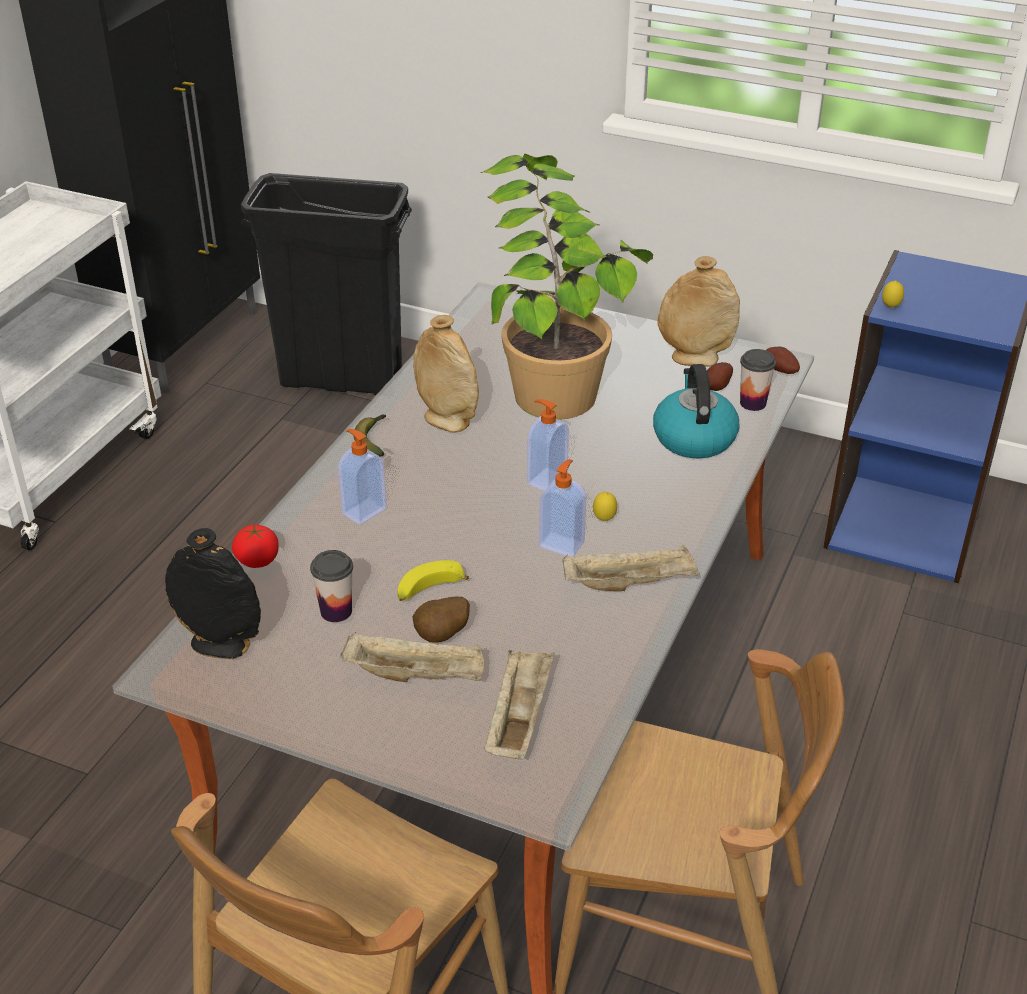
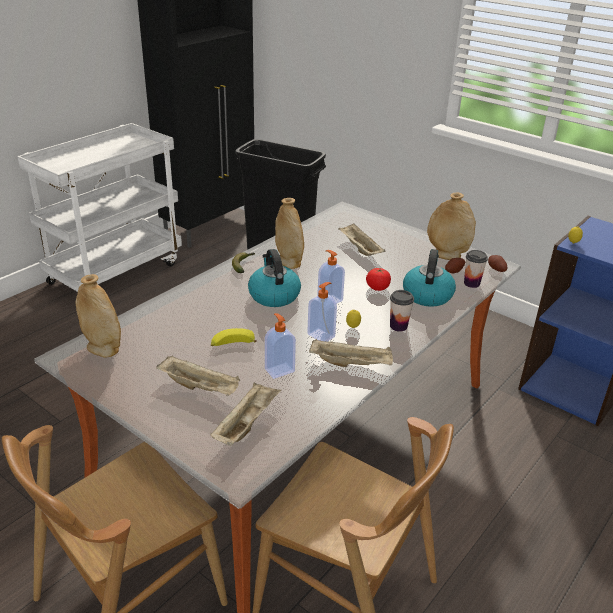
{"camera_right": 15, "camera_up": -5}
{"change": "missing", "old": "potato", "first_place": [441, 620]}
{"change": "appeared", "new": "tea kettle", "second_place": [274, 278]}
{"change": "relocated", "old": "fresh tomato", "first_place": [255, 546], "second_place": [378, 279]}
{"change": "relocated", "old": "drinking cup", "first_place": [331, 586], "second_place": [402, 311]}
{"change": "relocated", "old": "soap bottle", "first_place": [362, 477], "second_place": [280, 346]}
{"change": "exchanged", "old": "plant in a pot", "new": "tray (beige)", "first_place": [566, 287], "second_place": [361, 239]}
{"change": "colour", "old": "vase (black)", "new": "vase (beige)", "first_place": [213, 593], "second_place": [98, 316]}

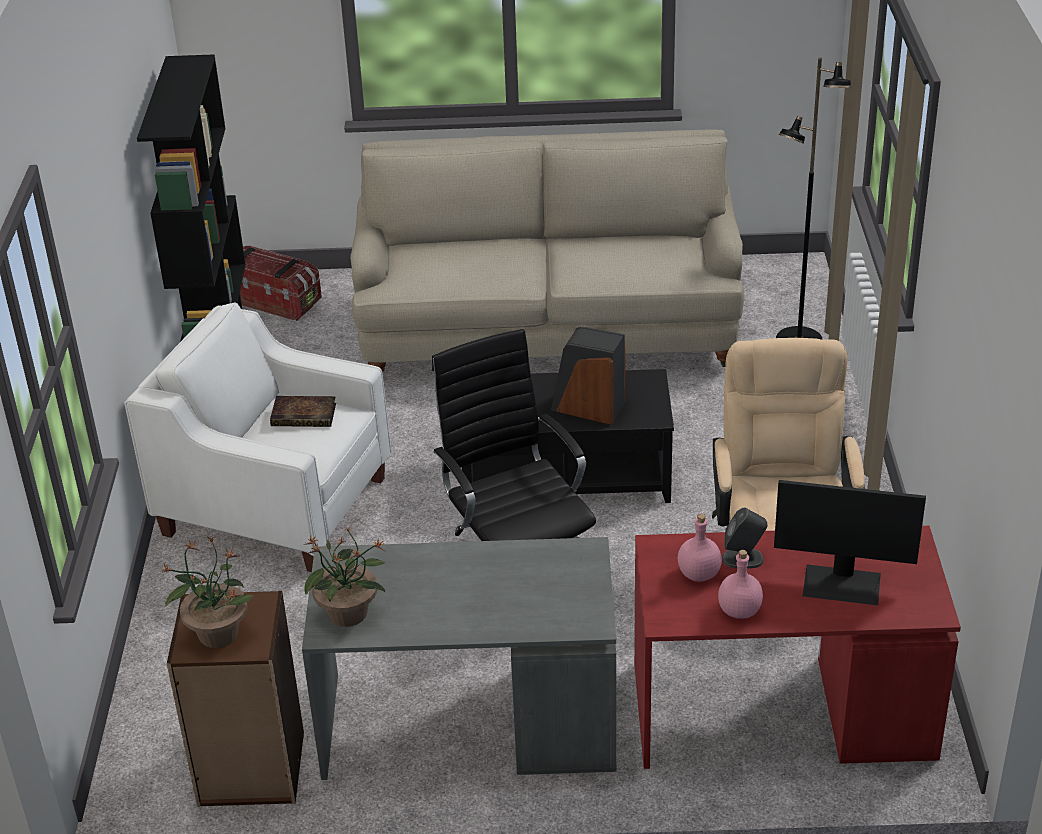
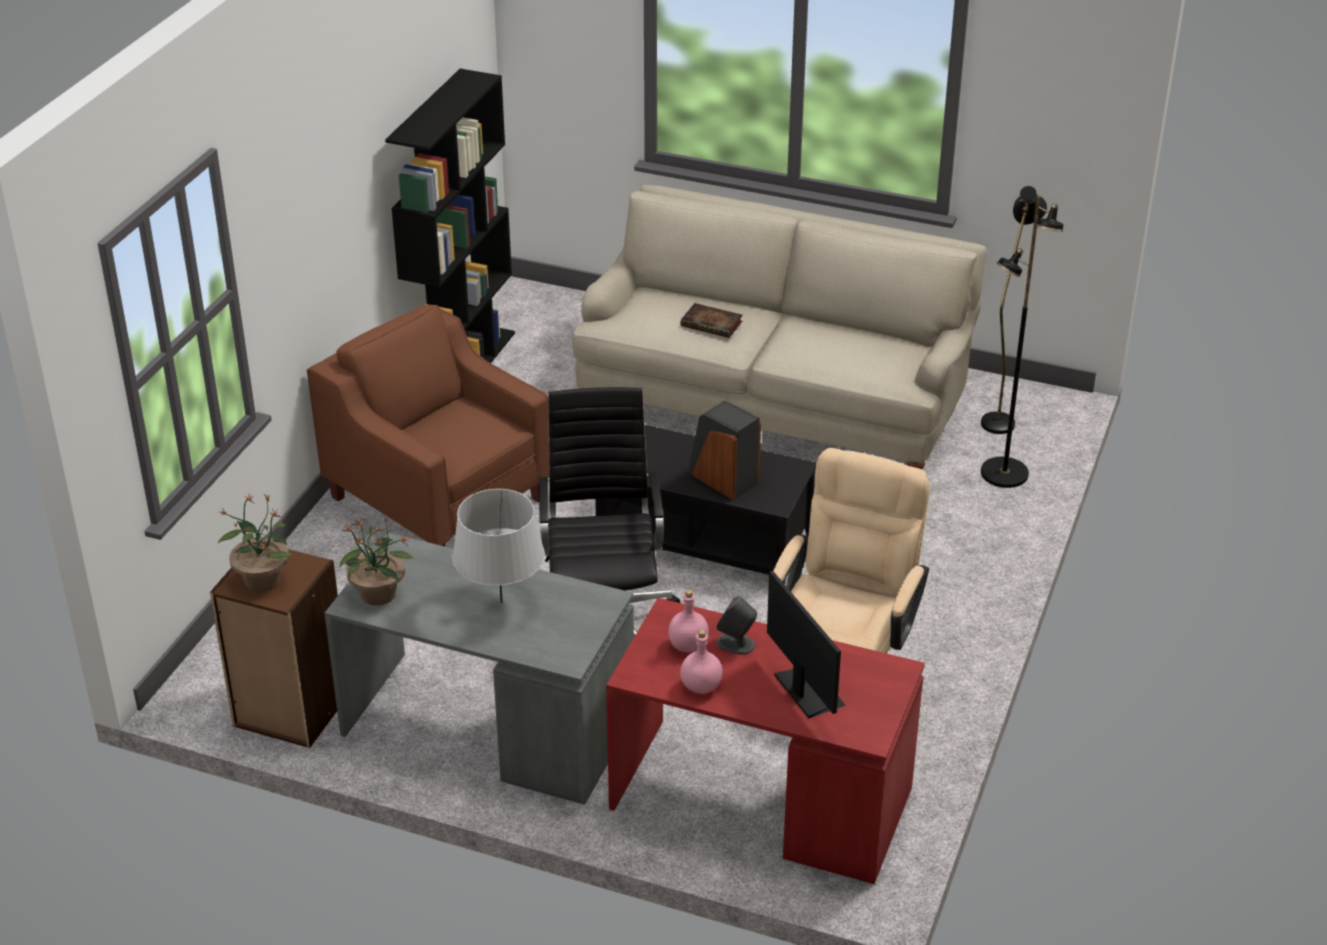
{"camera_right": 20, "camera_up": 0}
{"change": "missing", "old": "storage bin", "first_place": [281, 283]}
{"change": "appeared", "new": "lamp for a table (greyish)", "second_place": [498, 546]}
{"change": "appeared", "new": "standard lamp (black)", "second_place": [1014, 310]}
{"change": "relocated", "old": "volume", "first_place": [303, 411], "second_place": [712, 320]}
{"change": "colour", "old": "armchair (white-coloured)", "new": "armchair (brownish)", "first_place": [257, 437], "second_place": [428, 425]}
{"change": "spun", "old": "computer display", "first_place": [850, 542], "second_place": [806, 644], "degrees": -150}

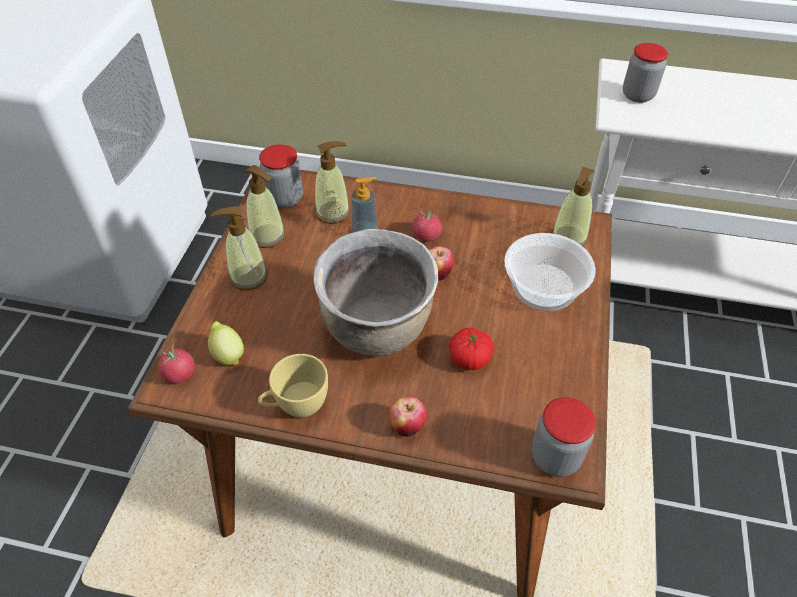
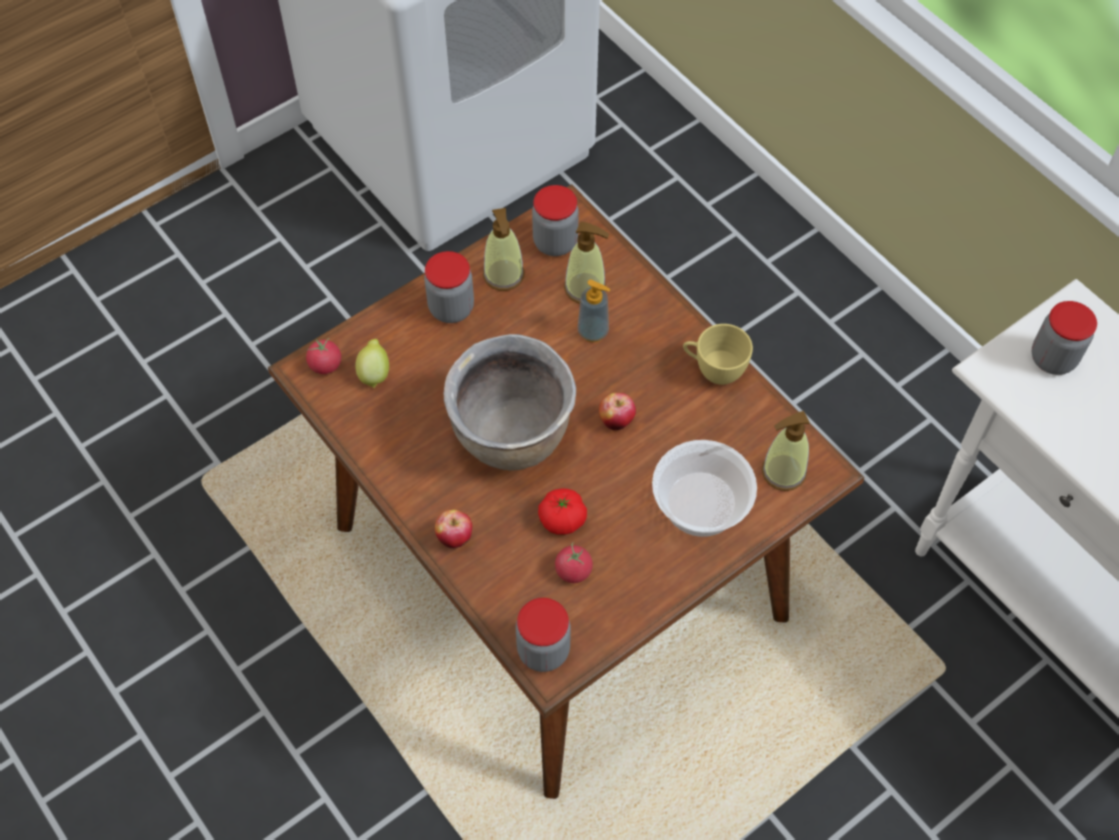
{"camera_right": 40, "camera_up": 10}
{"change": "relocated", "old": "drinking cup (yellowish)", "first_place": [293, 385], "second_place": [718, 354]}
{"change": "relocated", "old": "fresh tomato", "first_place": [427, 225], "second_place": [574, 562]}
{"change": "exchanged", "old": "soap bottle", "new": "jar", "first_place": [239, 248], "second_place": [449, 287]}

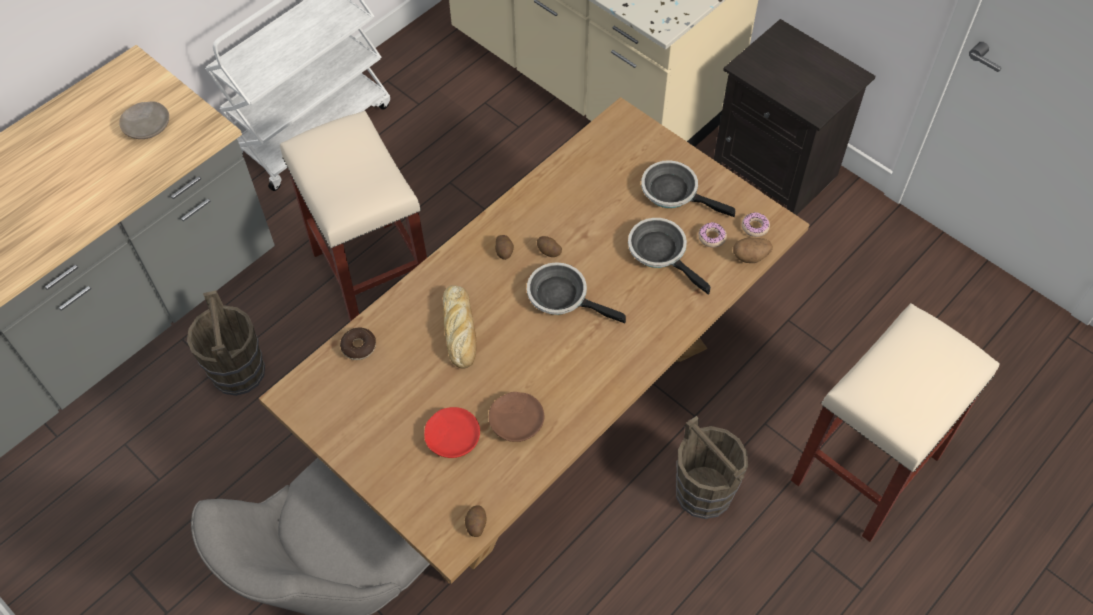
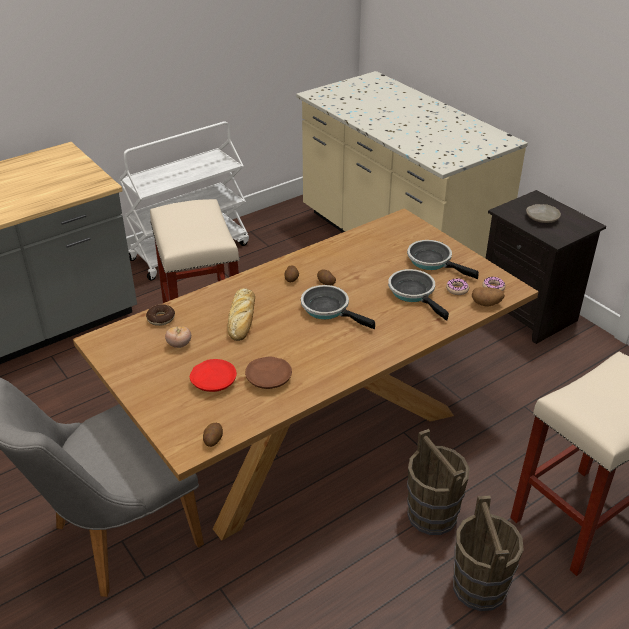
{"camera_right": 10, "camera_up": -20}
{"change": "appeared", "new": "fresh tomato", "second_place": [178, 337]}
{"change": "relocated", "old": "plate (beige)", "first_place": [144, 120], "second_place": [543, 213]}
{"change": "relocated", "old": "pail (brownish)", "first_place": [226, 343], "second_place": [488, 553]}

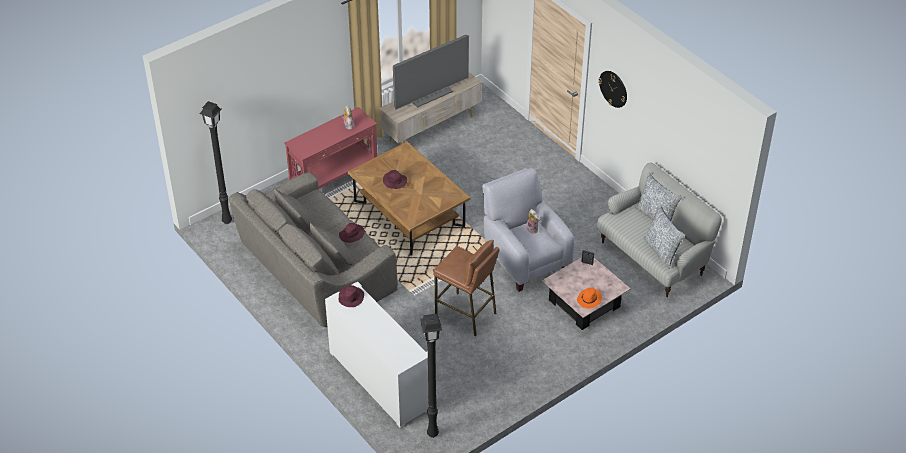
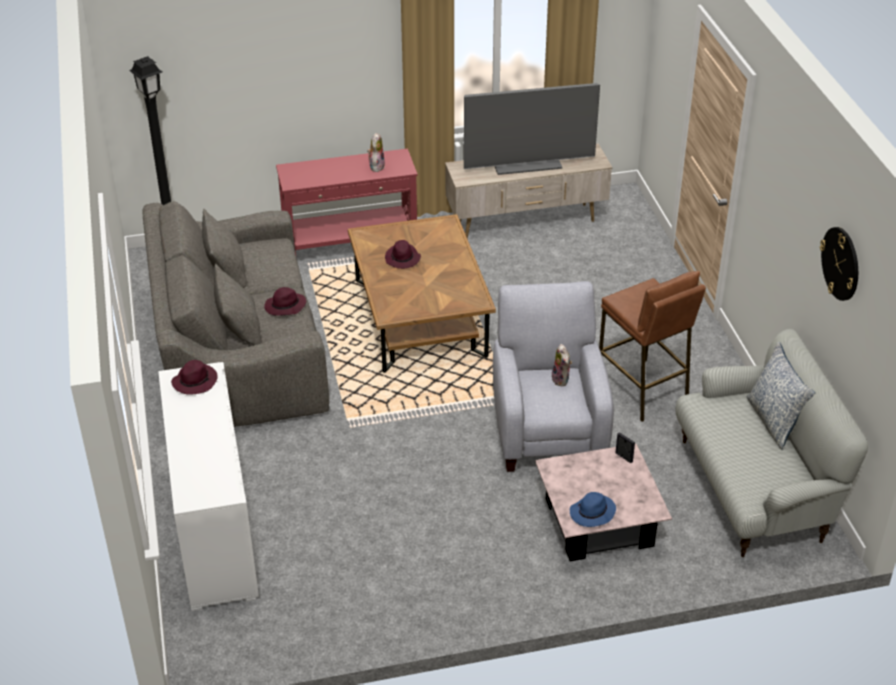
{"camera_right": 25, "camera_up": -5}
{"change": "missing", "old": "standard lamp (black)", "first_place": [431, 376]}
{"change": "missing", "old": "throw pillow", "first_place": [664, 236]}
{"change": "relocated", "old": "sitting stool (brownish)", "first_place": [466, 288], "second_place": [652, 346]}
{"change": "relocated", "old": "hanging clock", "first_place": [612, 89], "second_place": [839, 264]}
{"change": "colour", "old": "hat (orange)", "new": "hat (blue)", "first_place": [589, 298], "second_place": [593, 509]}

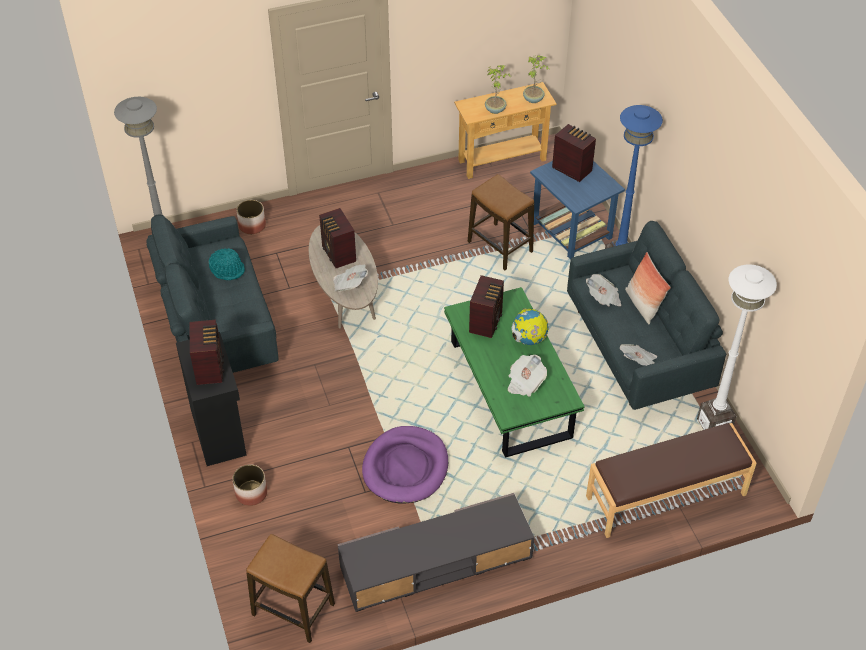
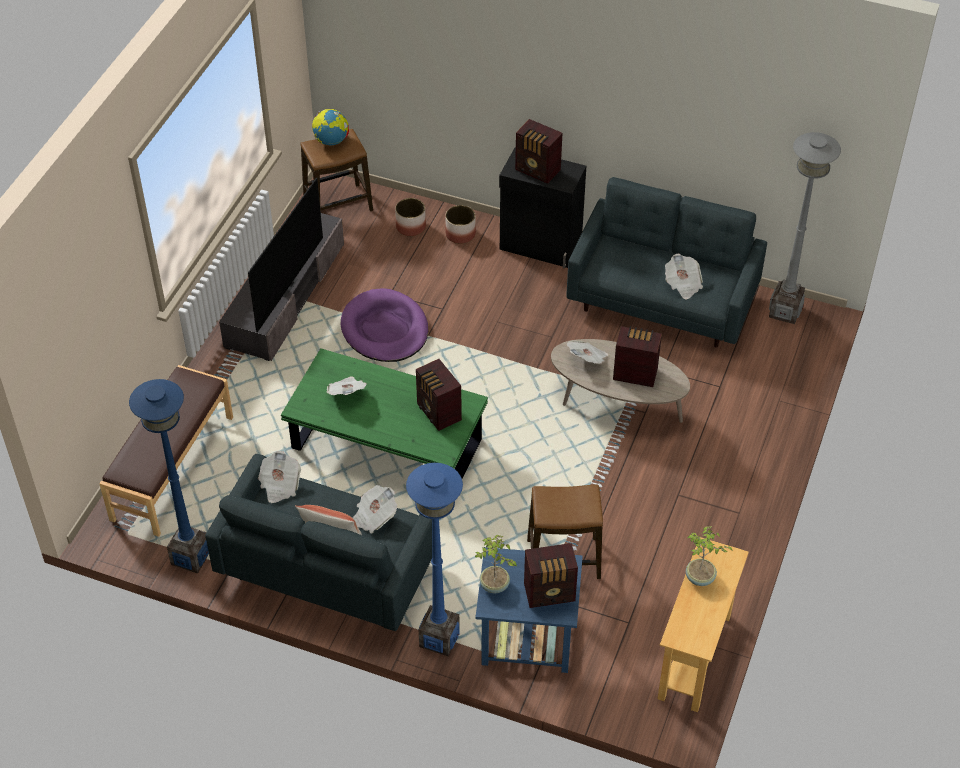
{"camera_right": 130, "camera_up": 0}
{"change": "appeared", "new": "television", "second_place": [285, 255]}
{"change": "relocated", "old": "plant pot", "first_place": [251, 217], "second_place": [410, 217]}
{"change": "relocated", "old": "world globe", "first_place": [530, 326], "second_place": [330, 127]}
{"change": "relocated", "old": "plant in a pot", "first_place": [536, 79], "second_place": [496, 564]}
{"change": "exchanged", "old": "hat (blue-green)", "new": "daily paper", "first_place": [226, 264], "second_place": [684, 276]}
{"change": "colour", "old": "standard lamp (white-coloured)", "new": "standard lamp (blue)", "first_place": [737, 347], "second_place": [169, 476]}

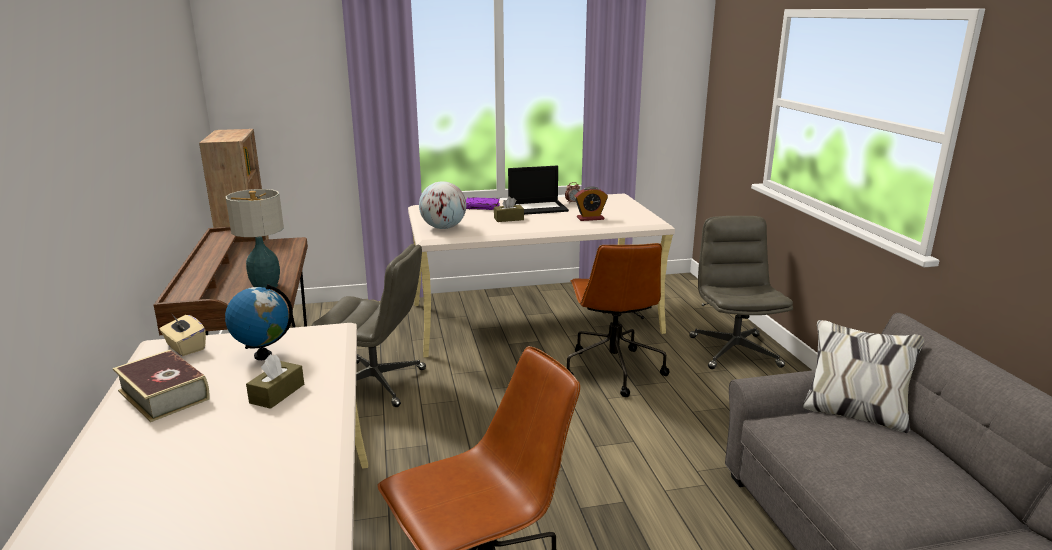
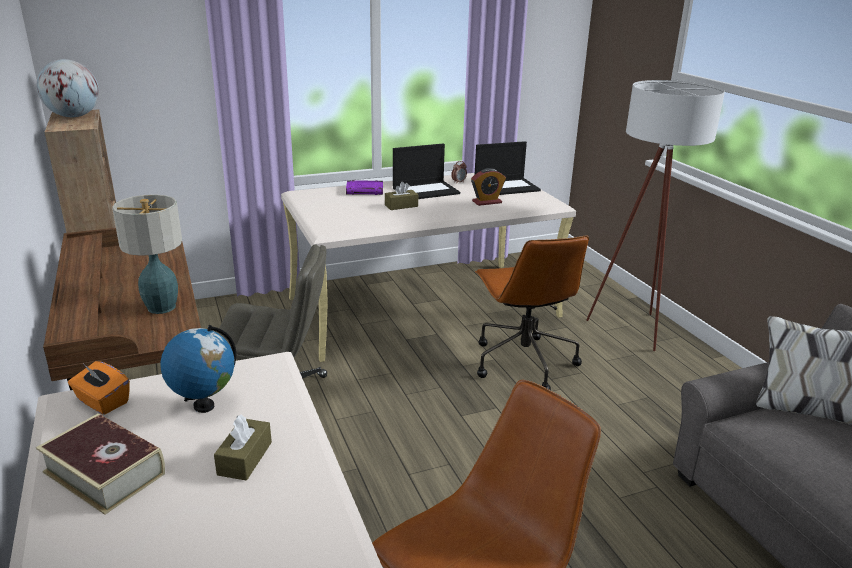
{"camera_right": -10, "camera_up": 5}
{"change": "appeared", "new": "portable computer", "second_place": [508, 168]}
{"change": "relocated", "old": "world globe", "first_place": [442, 205], "second_place": [68, 88]}
{"change": "exchanged", "old": "desk chair (greyish)", "new": "standard lamp (white-coloured)", "first_place": [741, 292], "second_place": [655, 215]}
{"change": "colour", "old": "tissue box (beige)", "new": "tissue box (orange)", "first_place": [183, 335], "second_place": [99, 388]}

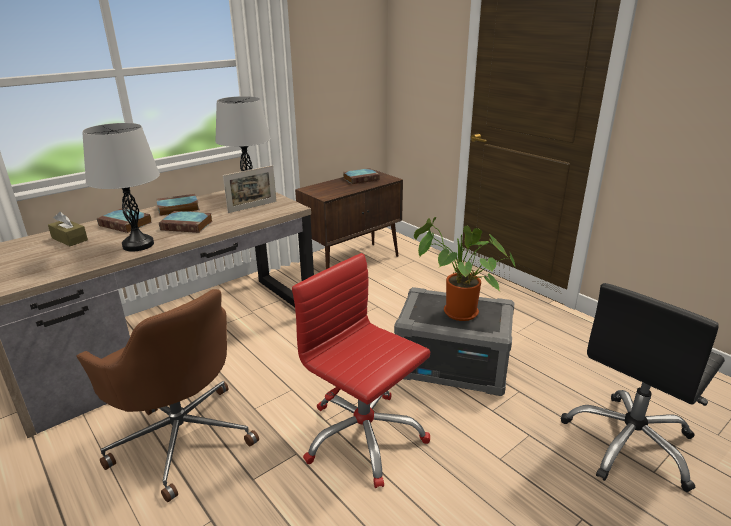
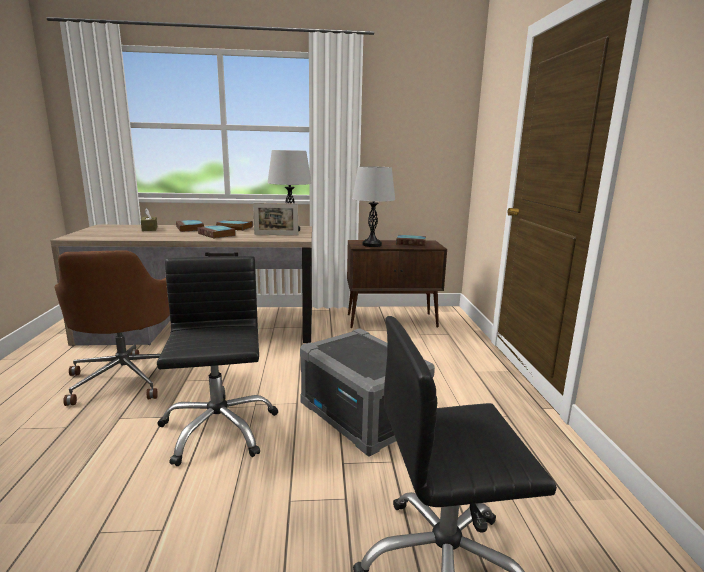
{"camera_right": 35, "camera_up": -10}
{"change": "missing", "old": "plant in a pot", "first_place": [465, 269]}
{"change": "relocated", "old": "lamp for a table (greyish)", "first_place": [121, 187], "second_place": [373, 206]}
{"change": "colour", "old": "desk chair (red)", "new": "desk chair (black)", "first_place": [361, 370], "second_place": [217, 361]}

